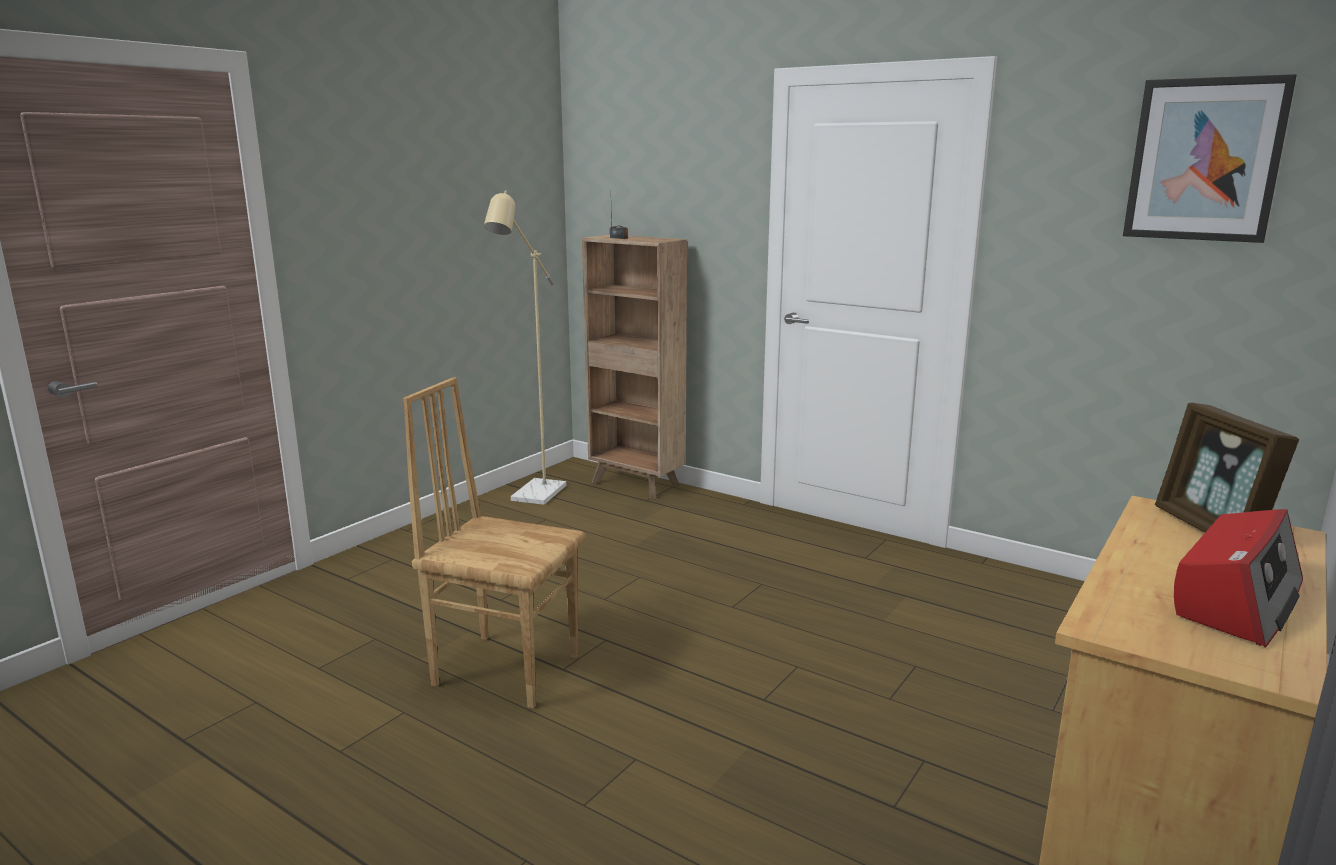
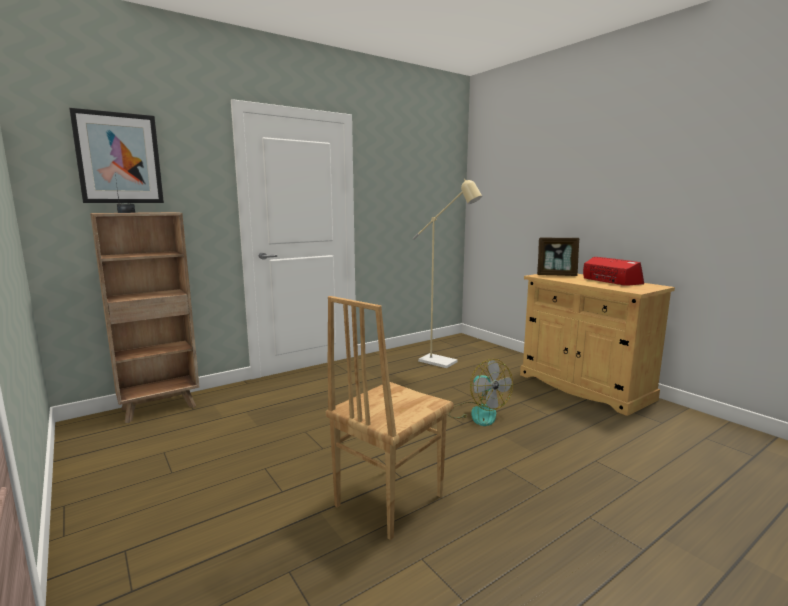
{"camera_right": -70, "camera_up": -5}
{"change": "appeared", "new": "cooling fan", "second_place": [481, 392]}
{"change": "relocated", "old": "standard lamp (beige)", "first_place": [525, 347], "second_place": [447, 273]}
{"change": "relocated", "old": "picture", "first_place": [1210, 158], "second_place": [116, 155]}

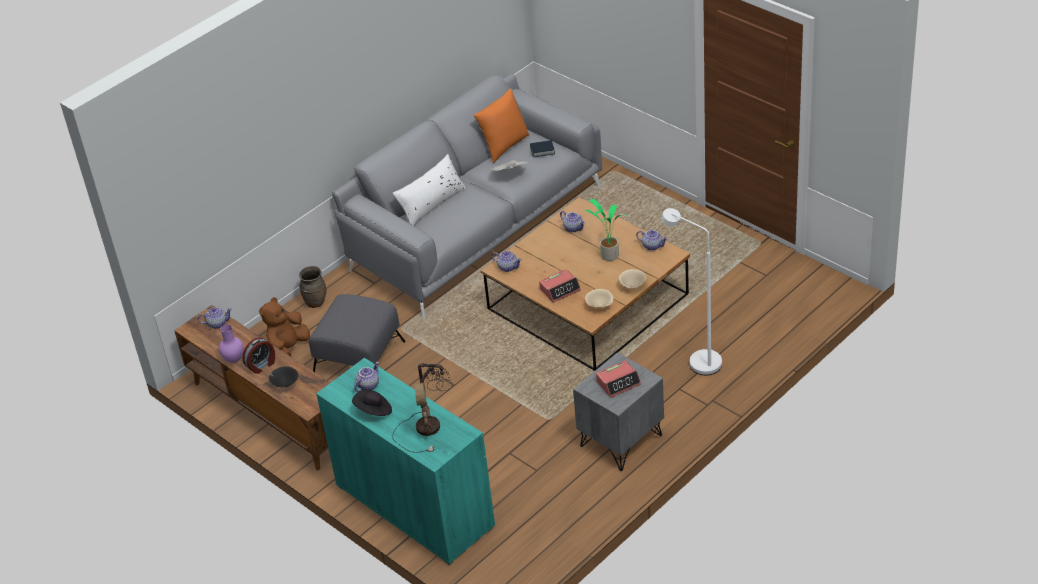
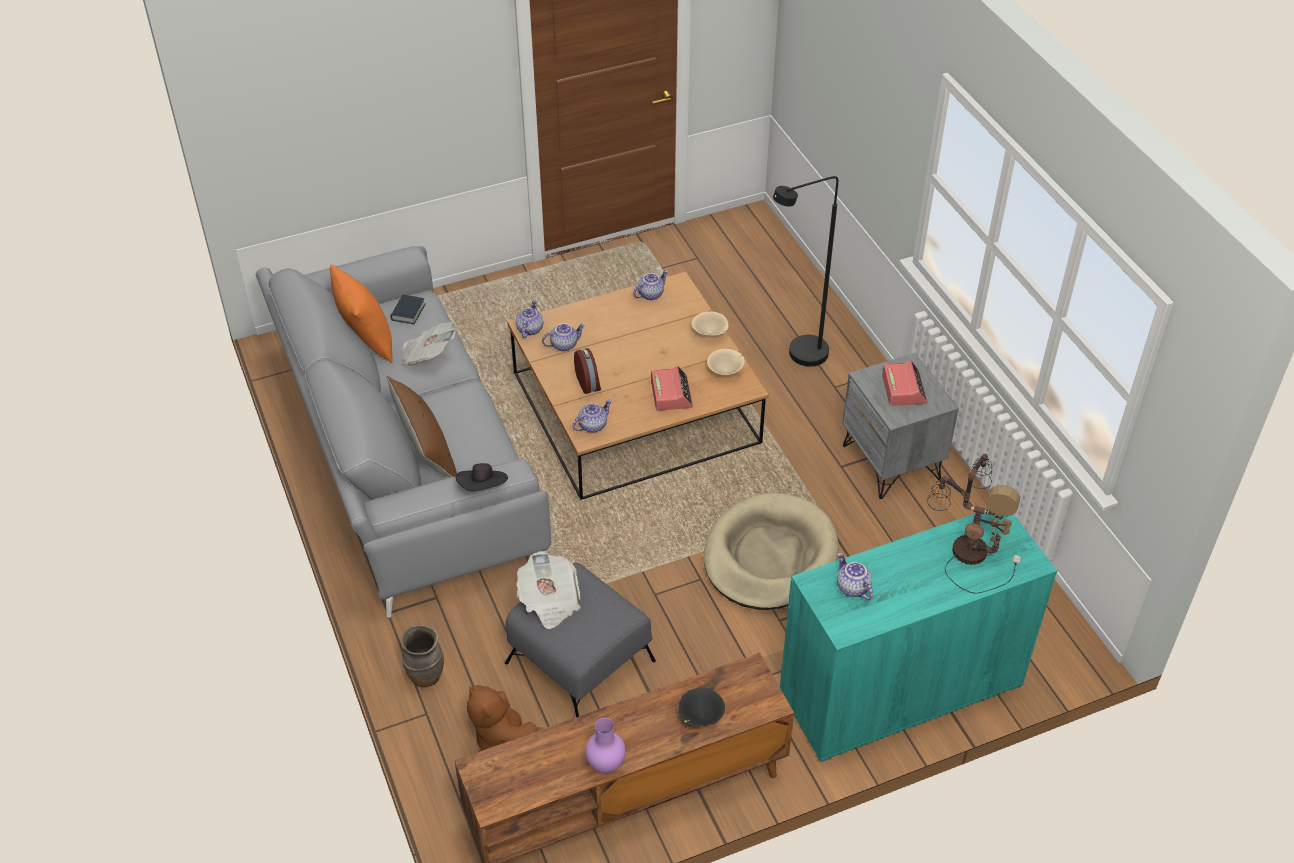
{"camera_right": -70, "camera_up": 5}
{"change": "missing", "old": "plant in a pot", "first_place": [607, 230]}
{"change": "appeared", "new": "daily paper", "second_place": [548, 590]}
{"change": "appeared", "new": "dog bed (beige)", "second_place": [771, 551]}
{"change": "relocated", "old": "teapot", "first_place": [215, 318], "second_place": [529, 319]}
{"change": "relocated", "old": "alarm clock", "first_place": [259, 356], "second_place": [587, 371]}
{"change": "relocated", "old": "hat (black)", "first_place": [372, 402], "second_place": [481, 477]}
{"change": "colour", "old": "throw pillow (white-coloured)", "new": "throw pillow (brownish)", "first_place": [429, 190], "second_place": [422, 427]}
{"change": "colour", "old": "standard lamp (white-coloured)", "new": "standard lamp (black)", "first_place": [692, 291], "second_place": [805, 271]}

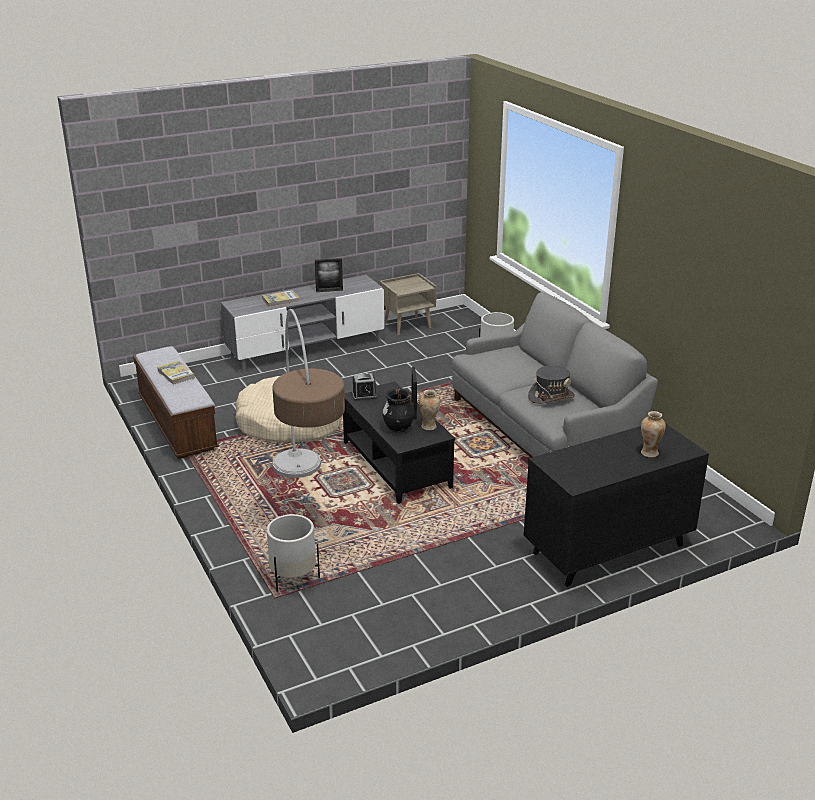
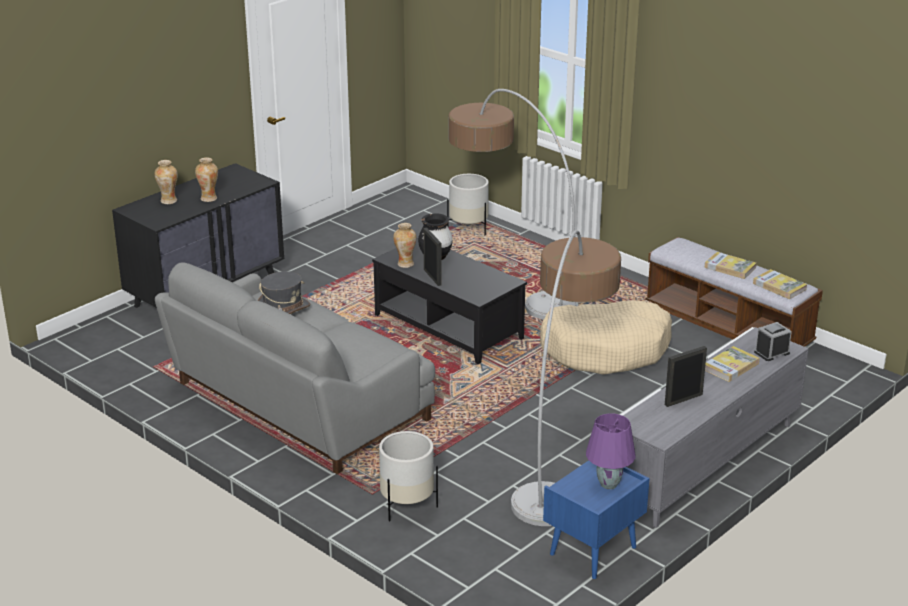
{"camera_right": 160, "camera_up": 0}
{"change": "appeared", "new": "vase", "second_place": [206, 179]}
{"change": "appeared", "new": "standard lamp", "second_place": [566, 378]}
{"change": "appeared", "new": "lamp for a table (purplish)", "second_place": [610, 451]}
{"change": "appeared", "new": "volume", "second_place": [780, 284]}
{"change": "relocated", "old": "alarm clock", "first_place": [364, 387], "second_place": [773, 341]}
{"change": "colour", "old": "bedside table (beige)", "new": "bedside table (blue)", "first_place": [407, 304], "second_place": [596, 519]}

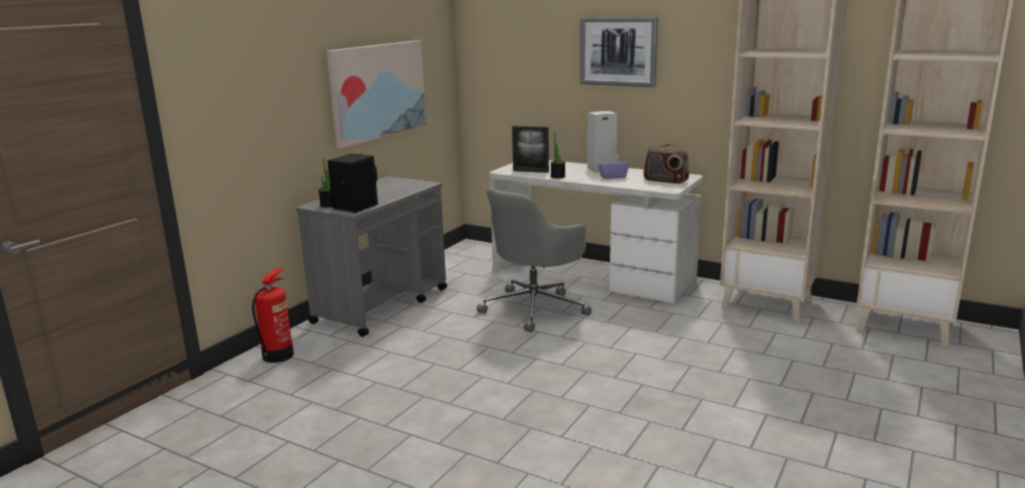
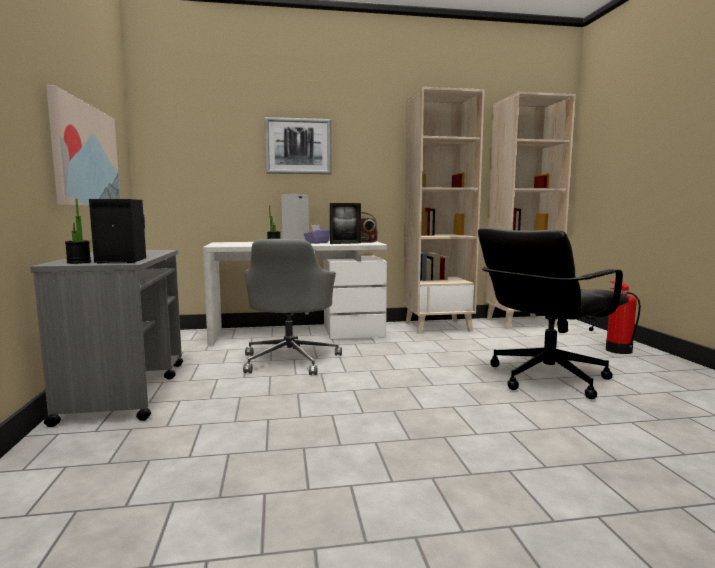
{"camera_right": -40, "camera_up": -10}
{"change": "appeared", "new": "desk chair (black)", "second_place": [553, 313]}
{"change": "relocated", "old": "extinguisher", "first_place": [273, 315], "second_place": [623, 317]}
{"change": "relocated", "old": "standing frame", "first_place": [530, 149], "second_place": [345, 223]}

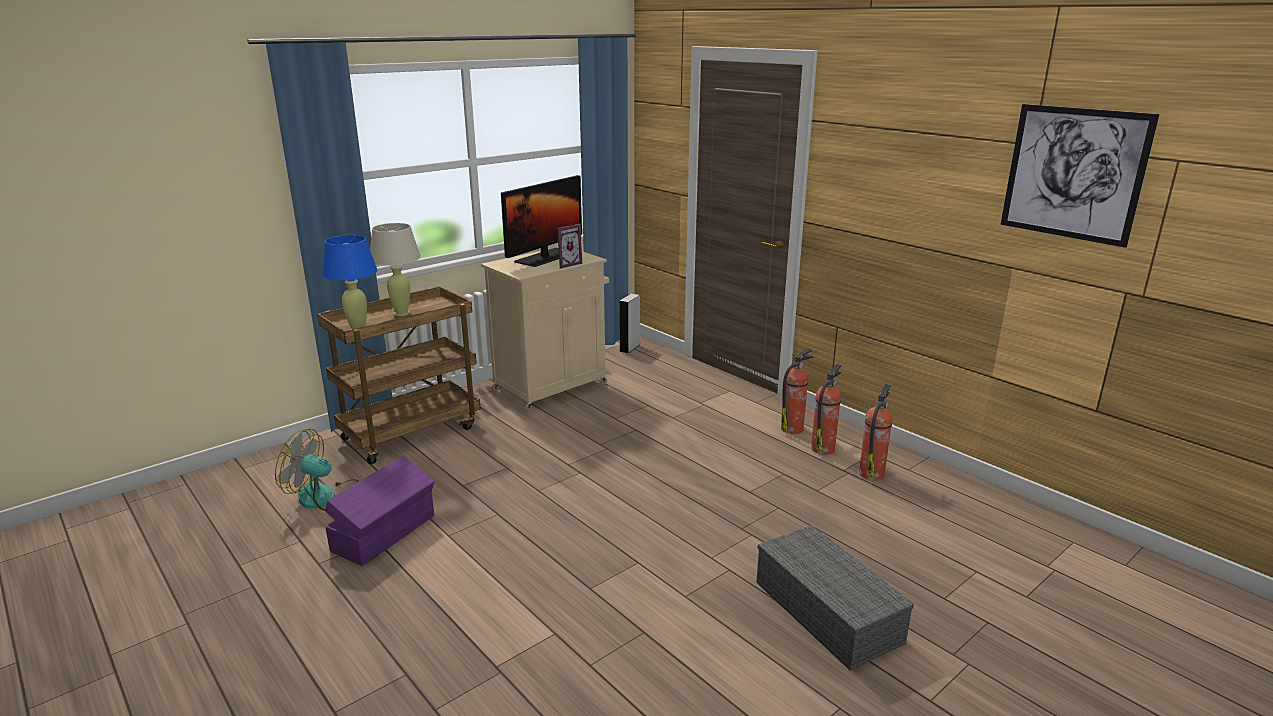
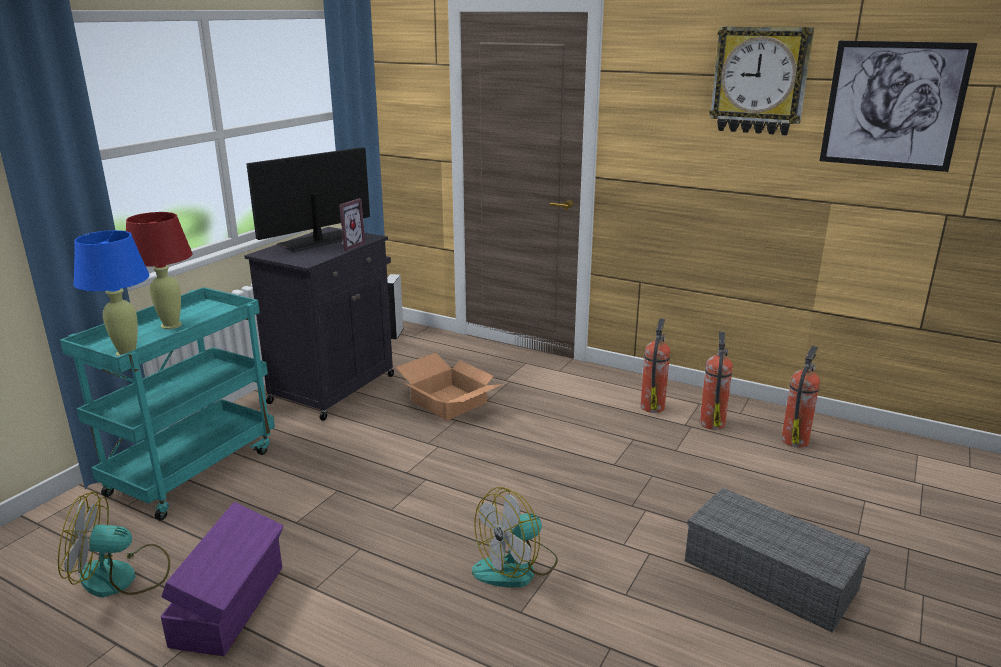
{"camera_right": -20, "camera_up": 0}
{"change": "appeared", "new": "cardboard box", "second_place": [449, 387]}
{"change": "appeared", "new": "cooling fan", "second_place": [515, 537]}
{"change": "appeared", "new": "hanging clock", "second_place": [761, 80]}
{"change": "relocated", "old": "extinguisher", "first_place": [797, 391], "second_place": [800, 396]}
{"change": "colour", "old": "wheeled cart (brownish)", "new": "wheeled cart (blue-green)", "first_place": [399, 375], "second_place": [167, 404]}
{"change": "colour", "old": "lamp for a table (beige)", "new": "lamp for a table (red)", "first_place": [395, 269], "second_place": [159, 270]}
{"change": "colour", "old": "cupboard (beige)", "new": "cupboard (black)", "first_place": [545, 331], "second_place": [319, 324]}
{"change": "spun", "old": "computer display", "first_place": [541, 221], "second_place": [308, 199], "degrees": -150}

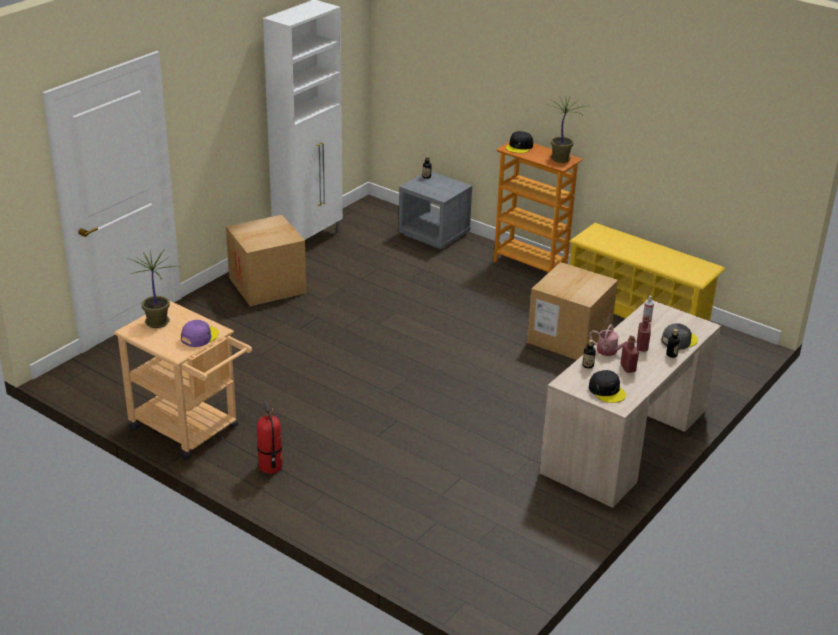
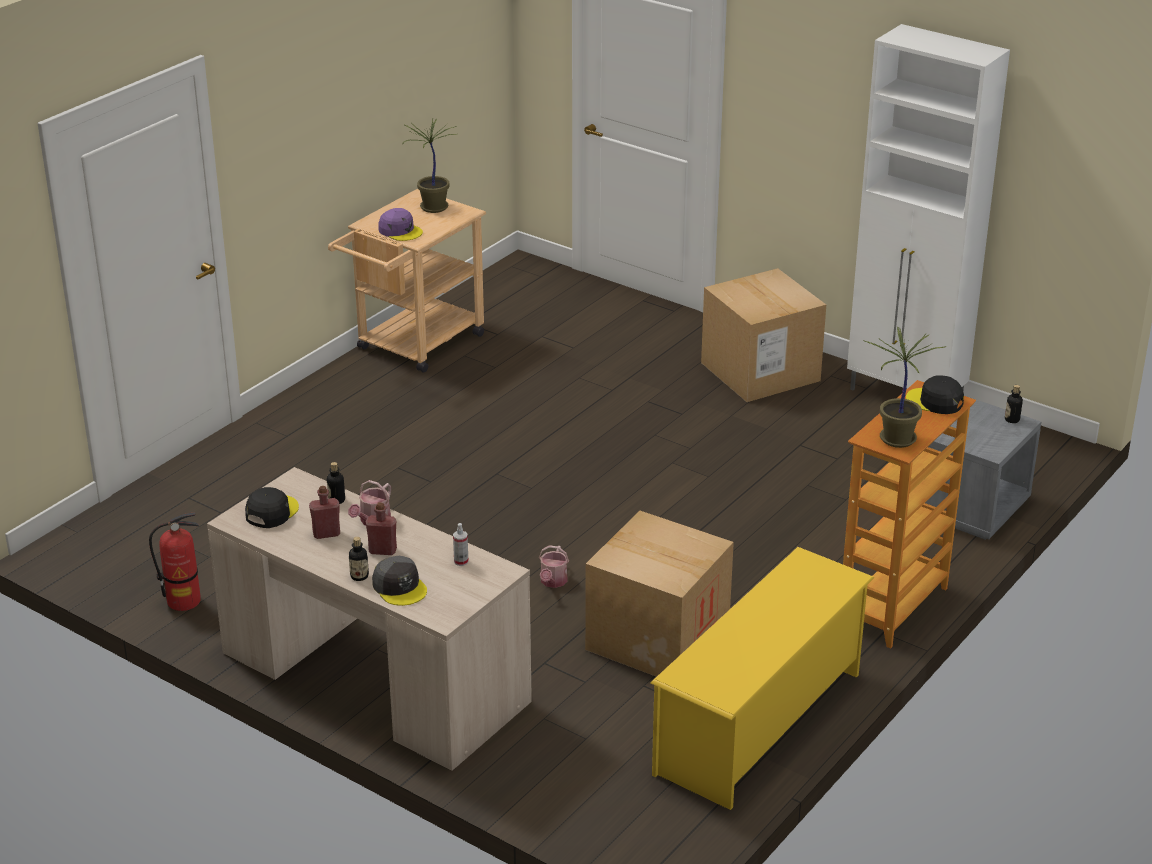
{"camera_right": 90, "camera_up": 0}
{"change": "appeared", "new": "watering can", "second_place": [554, 566]}
{"change": "relocated", "old": "extinguisher", "first_place": [270, 436], "second_place": [175, 562]}
{"change": "spun", "old": "peaked cap (black)", "first_place": [607, 386], "second_place": [272, 507], "degrees": 150}

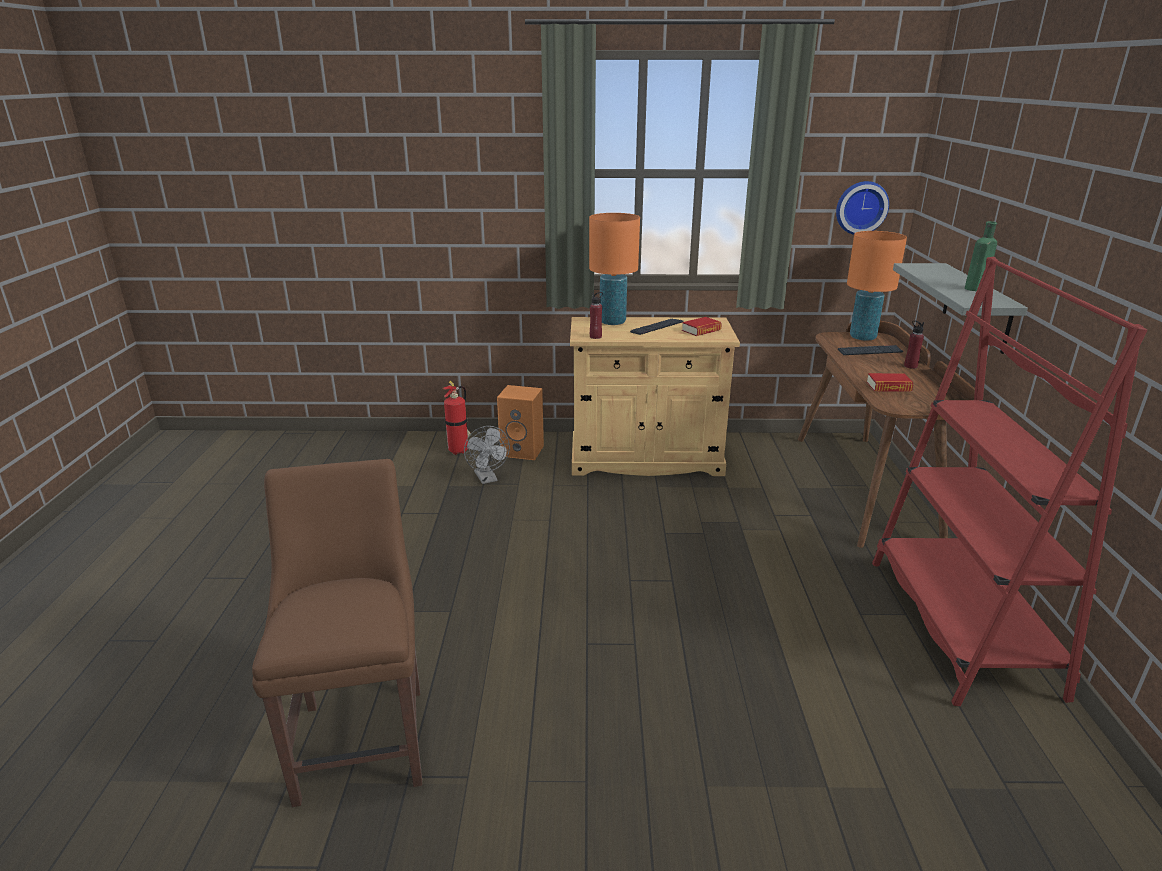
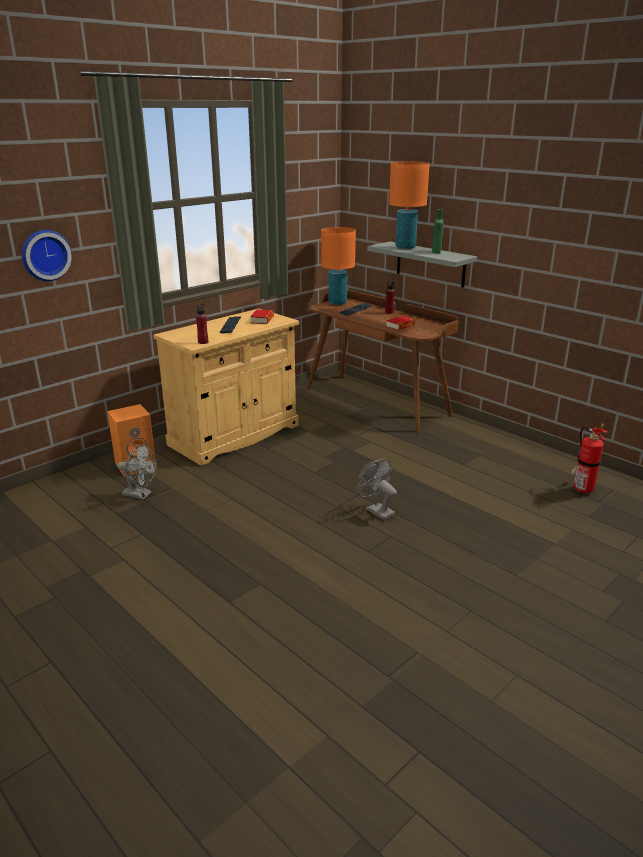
{"camera_right": -45, "camera_up": 0}
{"change": "missing", "old": "chair (brownish)", "first_place": [337, 633]}
{"change": "missing", "old": "bookcase (red)", "first_place": [1009, 481]}
{"change": "appeared", "new": "cooling fan (greyish)", "second_place": [377, 489]}
{"change": "relocated", "old": "extinguisher", "first_place": [457, 417], "second_place": [589, 458]}
{"change": "relocated", "old": "lamp for a table (orange)", "first_place": [614, 269], "second_place": [409, 205]}
{"change": "relocated", "old": "hanging clock", "first_place": [862, 208], "second_place": [47, 255]}

